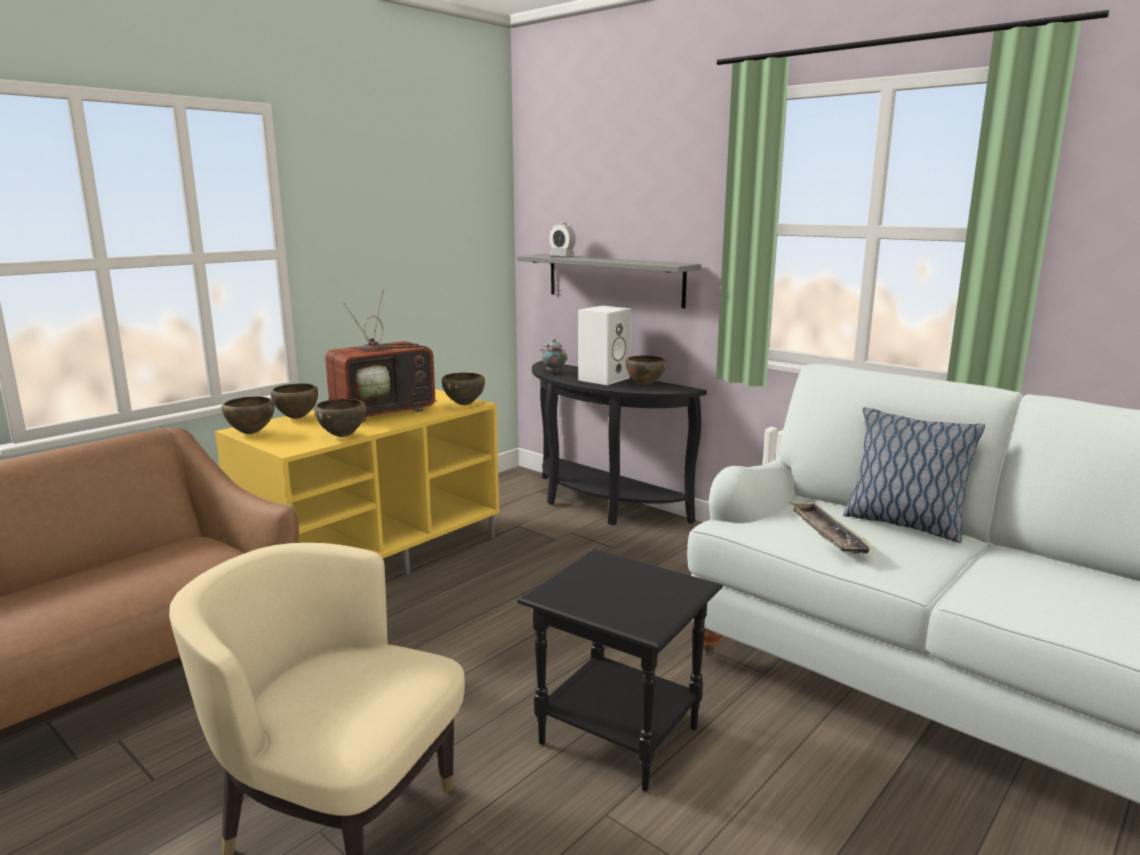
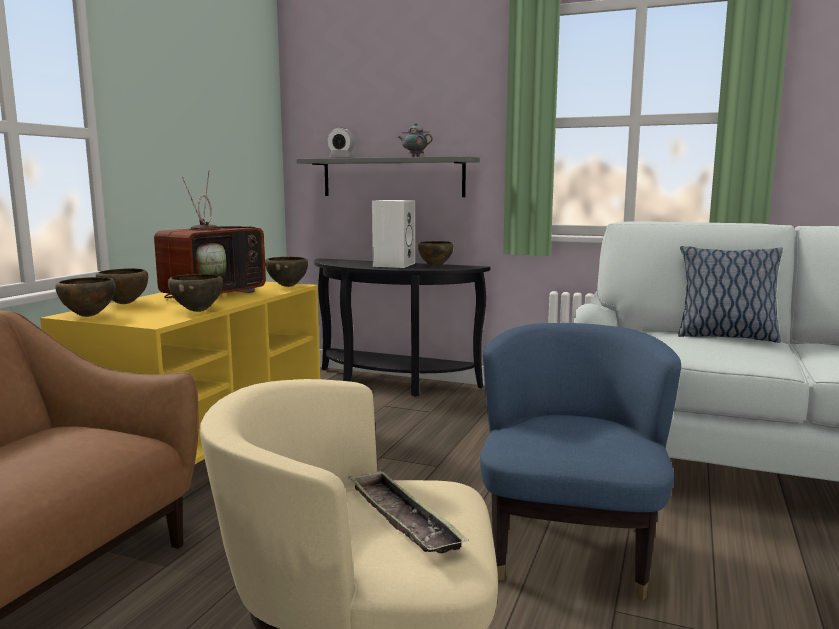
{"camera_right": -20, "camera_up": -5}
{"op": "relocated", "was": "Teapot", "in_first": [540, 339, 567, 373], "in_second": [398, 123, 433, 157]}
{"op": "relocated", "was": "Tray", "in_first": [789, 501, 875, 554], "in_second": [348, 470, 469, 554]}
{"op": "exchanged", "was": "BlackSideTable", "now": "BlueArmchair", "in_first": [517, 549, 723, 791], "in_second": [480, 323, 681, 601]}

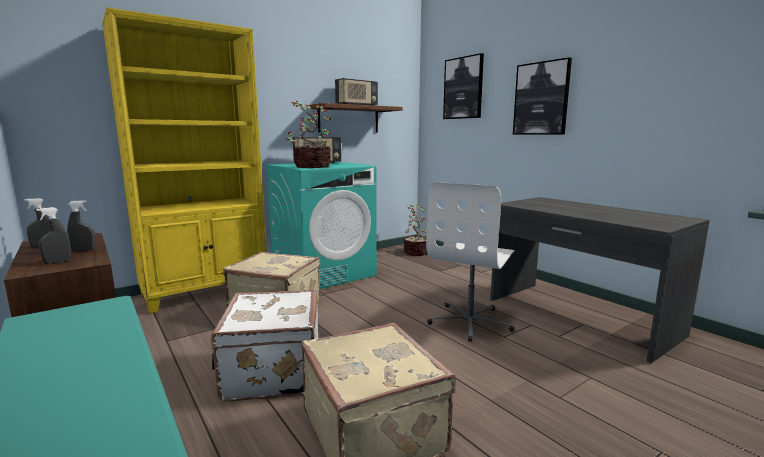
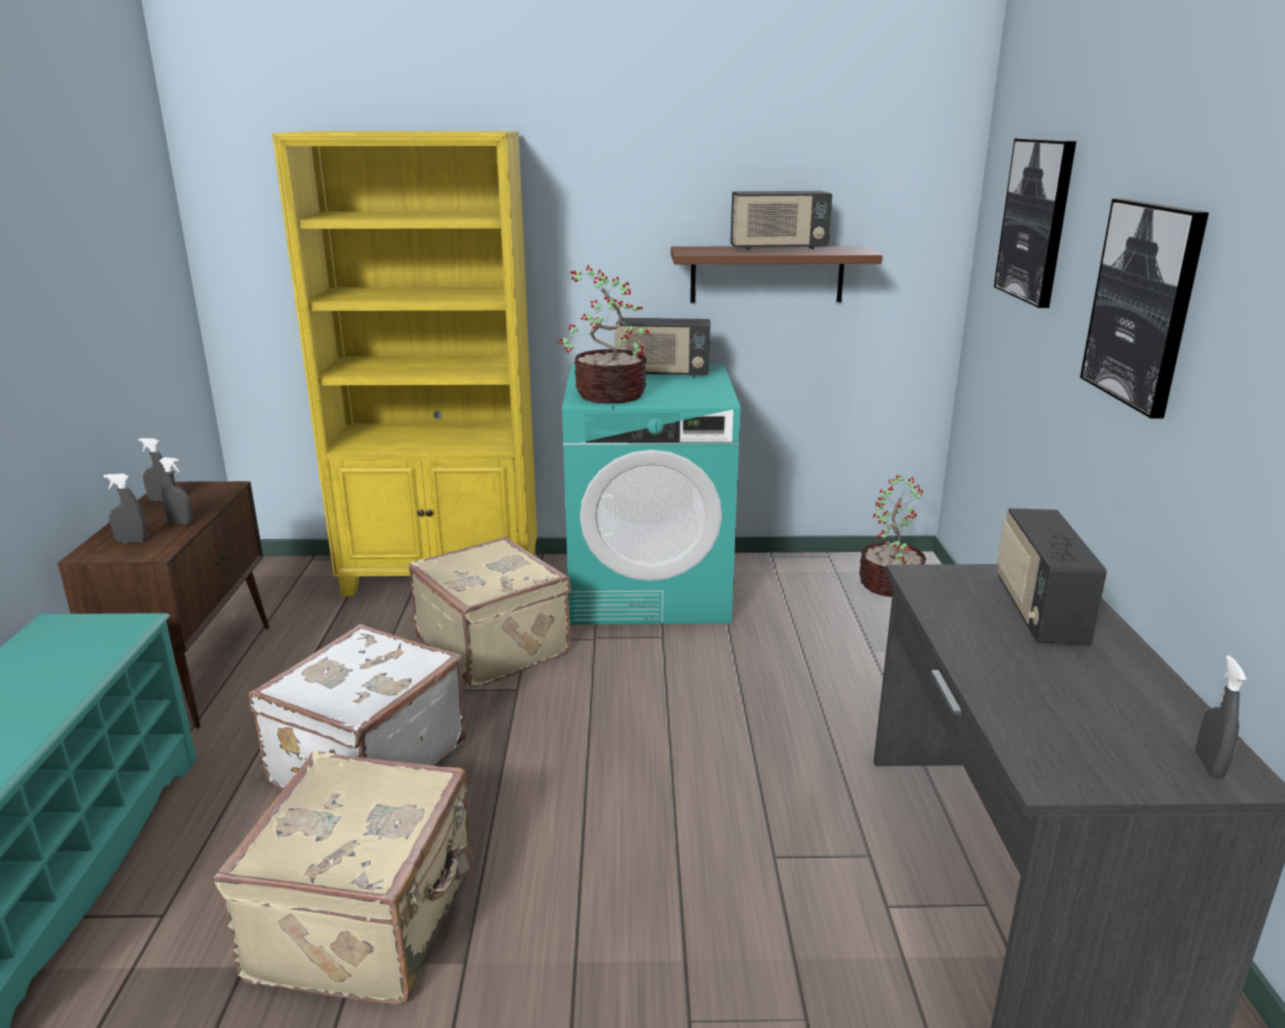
{"camera_right": 35, "camera_up": 10}
{"op": "missing", "was": "WhiteOfficeChair", "in_first": [426, 182, 515, 342]}
{"op": "appeared", "now": "Radio", "in_second": [997, 508, 1107, 645]}
{"op": "appeared", "now": "GreySprayBottle", "in_second": [1196, 655, 1247, 778]}

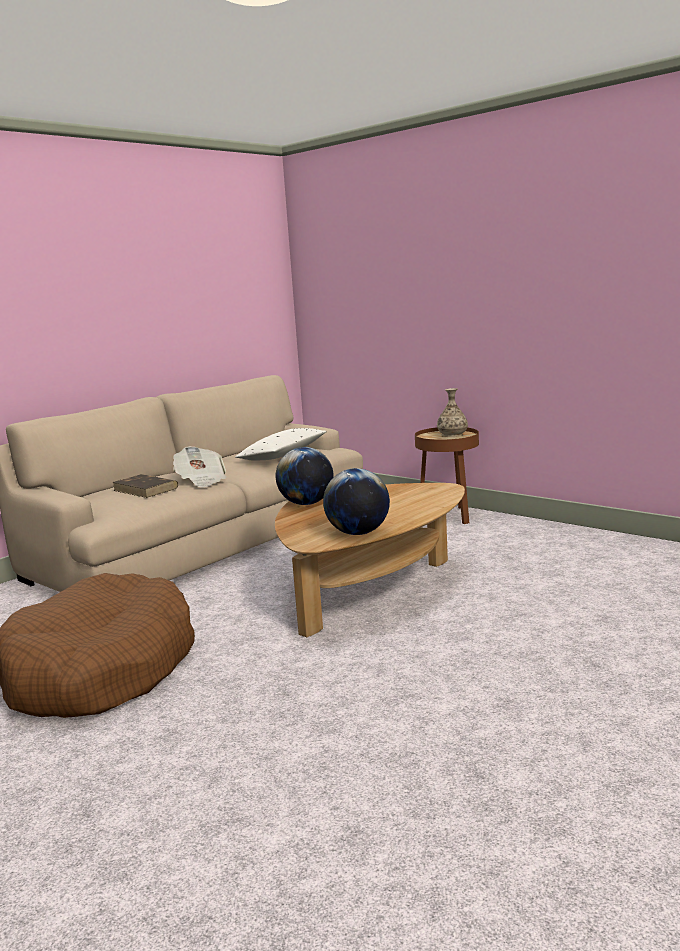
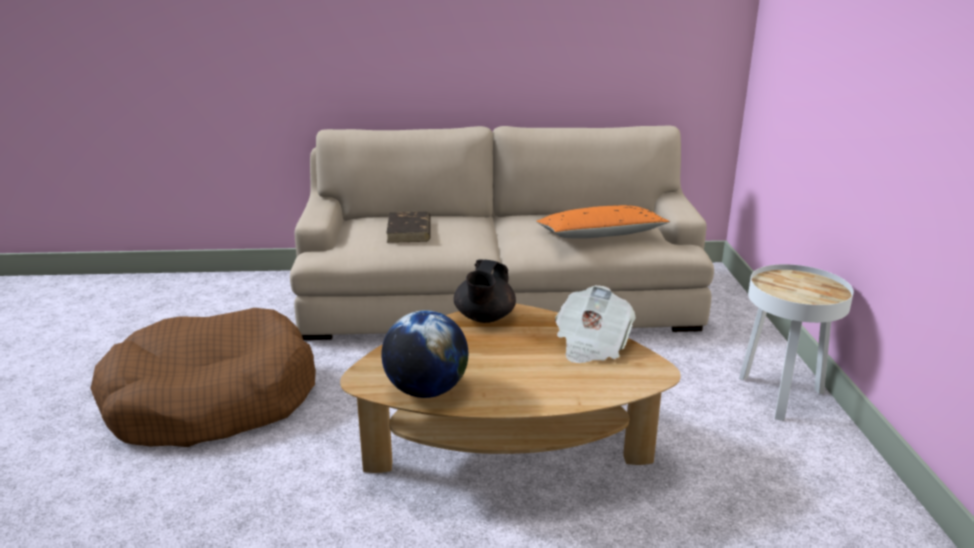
{"camera_right": 45, "camera_up": 10}
{"op": "missing", "was": "Vase", "in_first": [437, 388, 468, 437]}
{"op": "colour", "was": "BrownSideTable", "now": "WhiteSideTable", "in_first": [415, 427, 479, 524], "in_second": [739, 264, 854, 421]}
{"op": "colour", "was": "WhitePillow", "now": "OrangePillow", "in_first": [235, 428, 327, 461], "in_second": [536, 205, 670, 239]}
{"op": "relocated", "was": "Newspaper", "in_first": [173, 446, 227, 488], "in_second": [555, 285, 636, 363]}
{"op": "exchanged", "was": "Globe", "now": "BlackTeapot", "in_first": [276, 447, 334, 505], "in_second": [454, 259, 516, 323]}

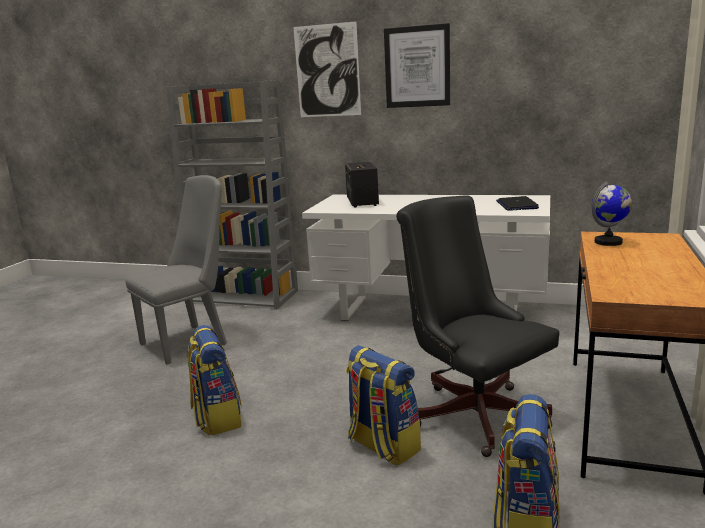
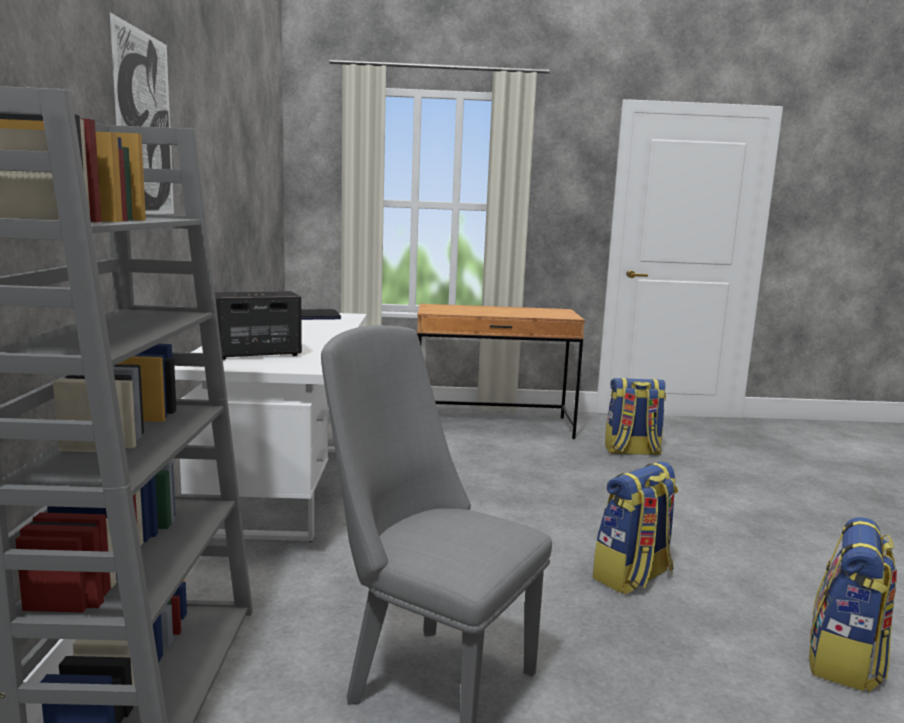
{"camera_right": -110, "camera_up": -5}
{"op": "missing", "was": "Picture", "in_first": [384, 23, 450, 108]}
{"op": "missing", "was": "Globe", "in_first": [592, 182, 632, 246]}
{"op": "missing", "was": "BlackOfficeChair", "in_first": [396, 195, 559, 457]}
{"op": "relocated", "was": "Backpack", "in_first": [346, 345, 421, 466], "in_second": [809, 517, 897, 692]}

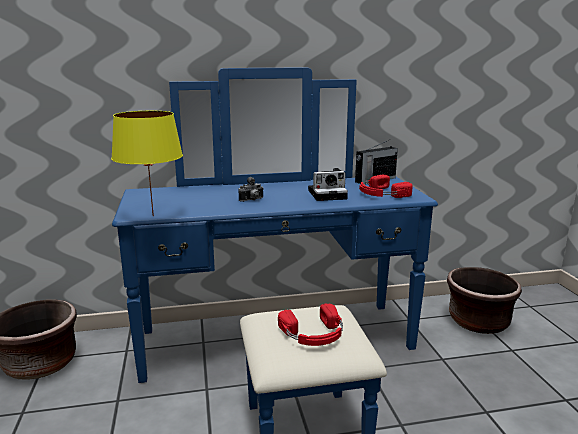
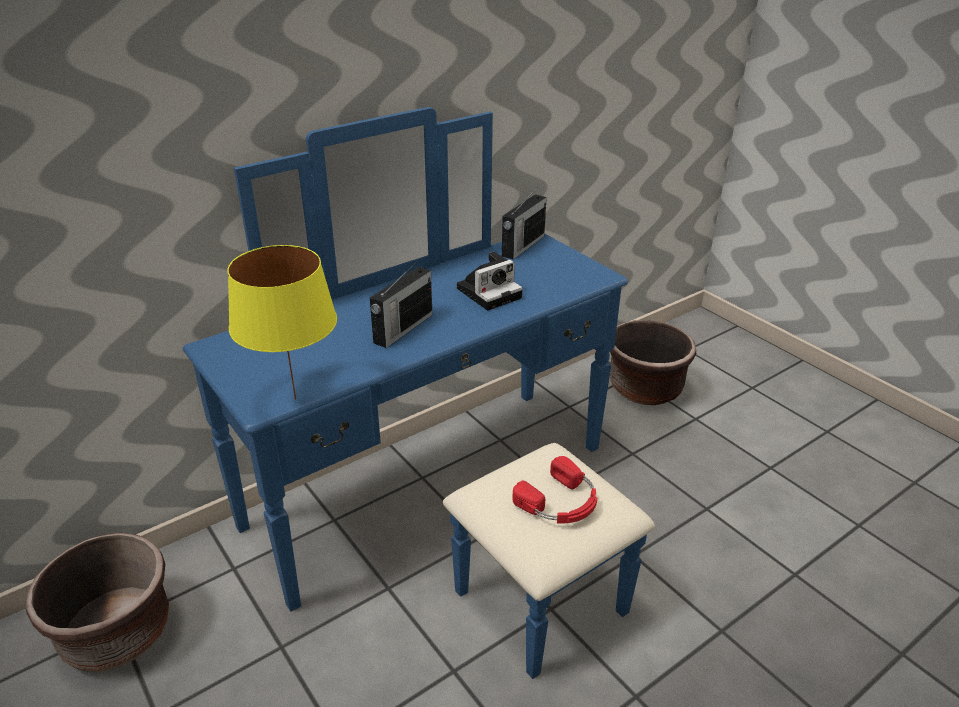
{"camera_right": -25, "camera_up": 15}
{"op": "missing", "was": "RedHeadphones", "in_first": [359, 175, 413, 198]}
{"op": "exchanged", "was": "PhotoCamera", "now": "Radio", "in_first": [239, 177, 264, 202], "in_second": [370, 260, 432, 348]}

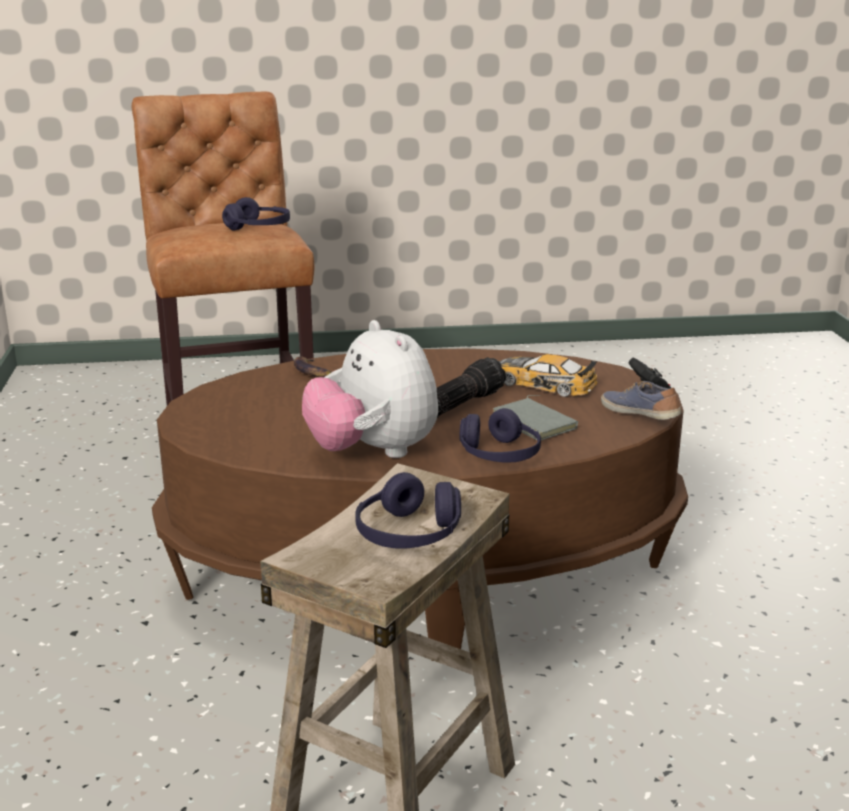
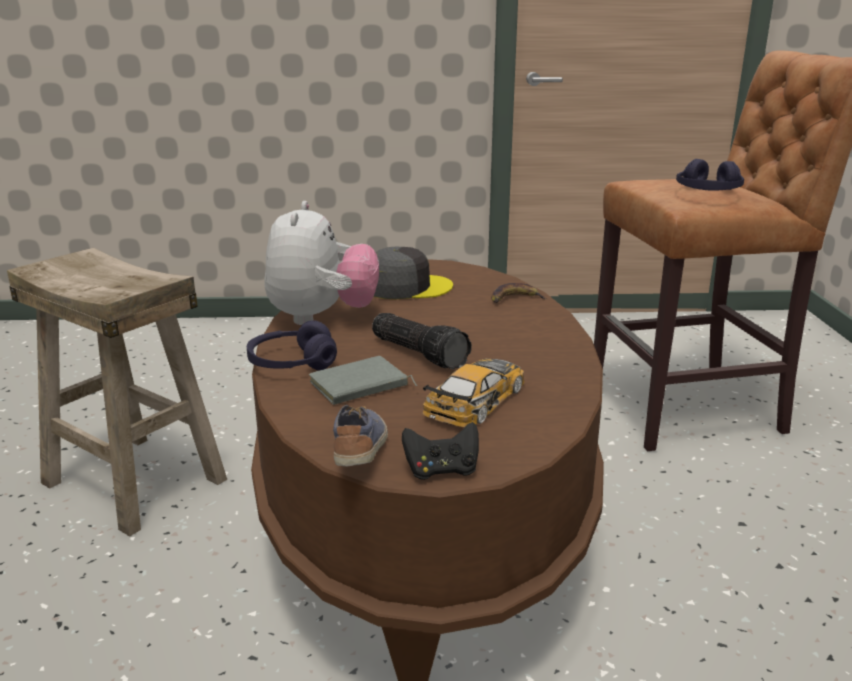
{"camera_right": 95, "camera_up": 0}
{"op": "spun", "was": "PlushToy", "in_first": [302, 320, 438, 458], "in_second": [265, 201, 379, 325], "clockwise": 120}
{"op": "spun", "was": "Shoe", "in_first": [601, 381, 681, 420], "in_second": [333, 405, 388, 467], "clockwise": -60}
{"op": "missing", "was": "PurpleHeadphones", "in_first": [355, 472, 461, 549]}
{"op": "appeared", "now": "GreyCap", "in_second": [374, 247, 453, 299]}

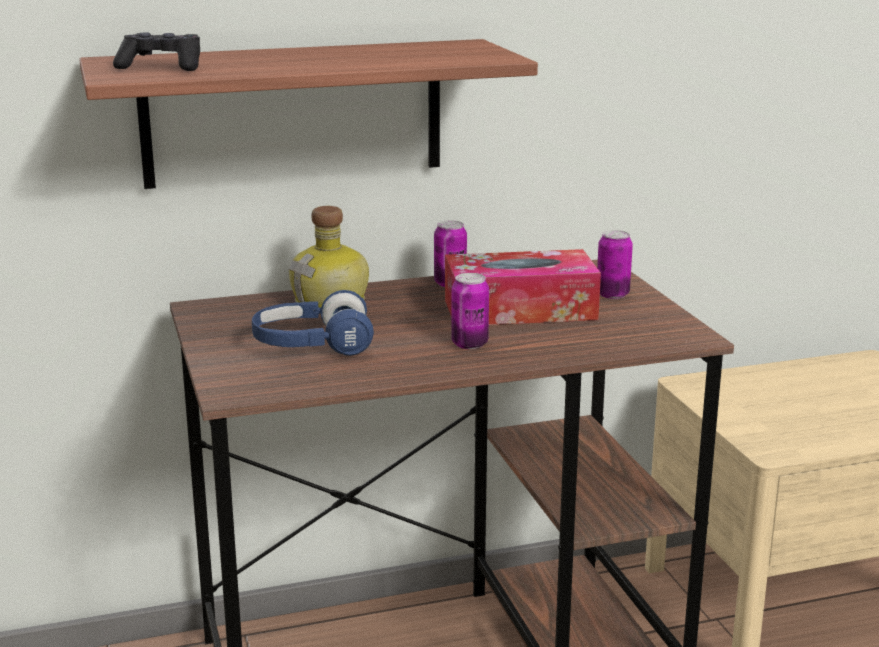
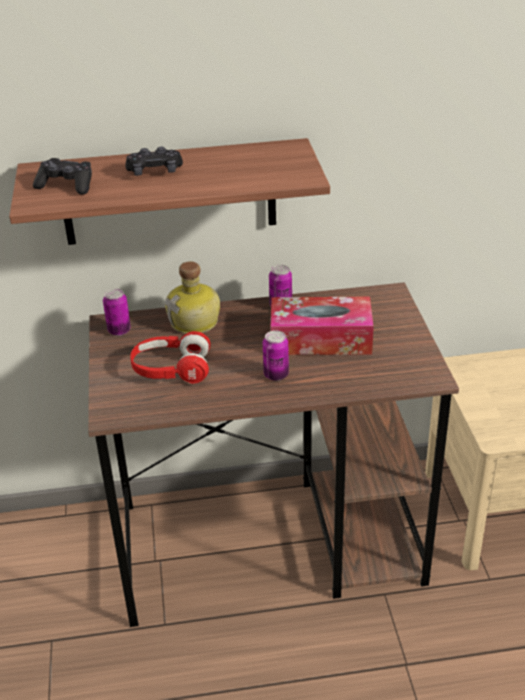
{"camera_right": 10, "camera_up": 15}
{"op": "relocated", "was": "Can", "in_first": [597, 230, 633, 299], "in_second": [103, 289, 131, 336]}
{"op": "colour", "was": "BlueHeadphones", "now": "RedHeadphones", "in_first": [252, 290, 374, 356], "in_second": [130, 331, 211, 384]}
{"op": "appeared", "now": "BlackGameController", "in_second": [125, 147, 183, 176]}

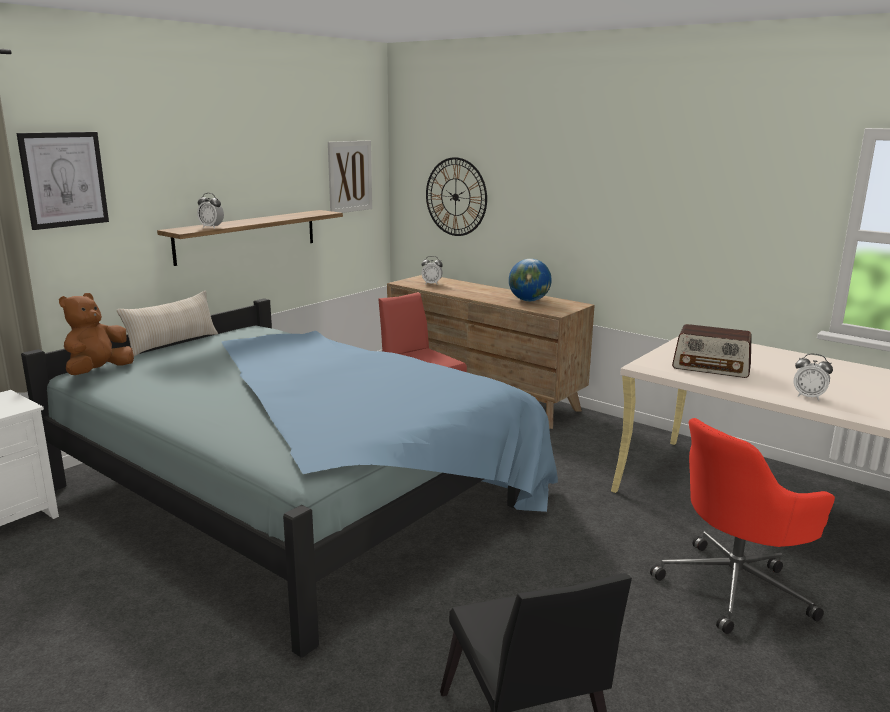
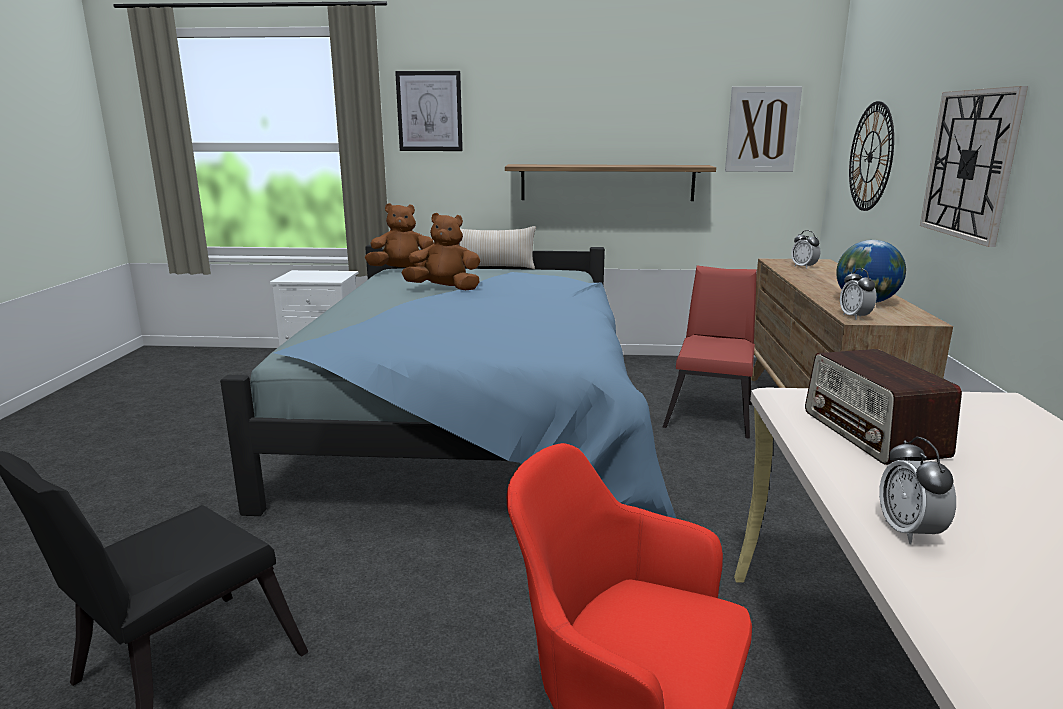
{"camera_right": 55, "camera_up": 0}
{"op": "relocated", "was": "AlarmClock", "in_first": [197, 193, 224, 229], "in_second": [840, 268, 877, 320]}
{"op": "appeared", "now": "WallClock", "in_second": [920, 86, 1028, 247]}
{"op": "appeared", "now": "BrownPlushToy", "in_second": [402, 213, 481, 290]}

